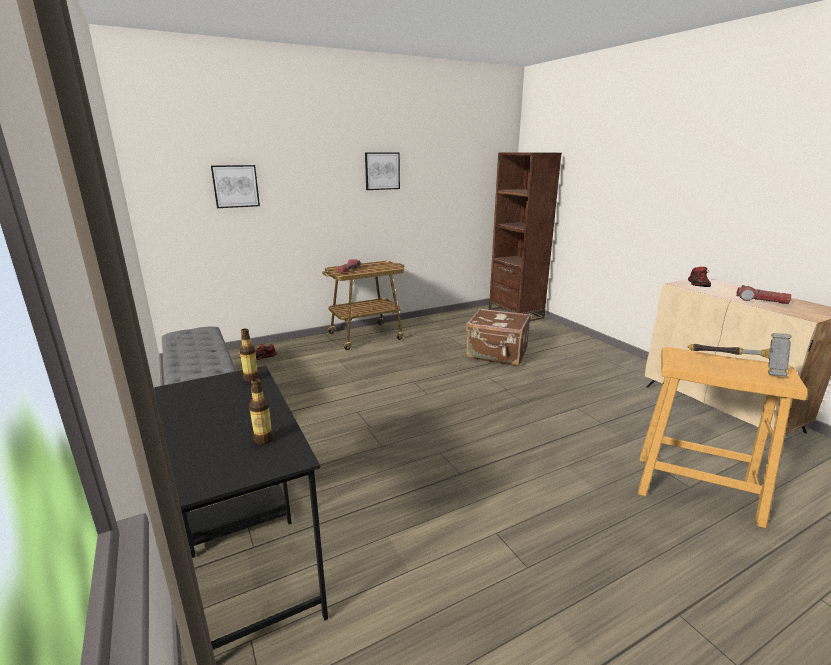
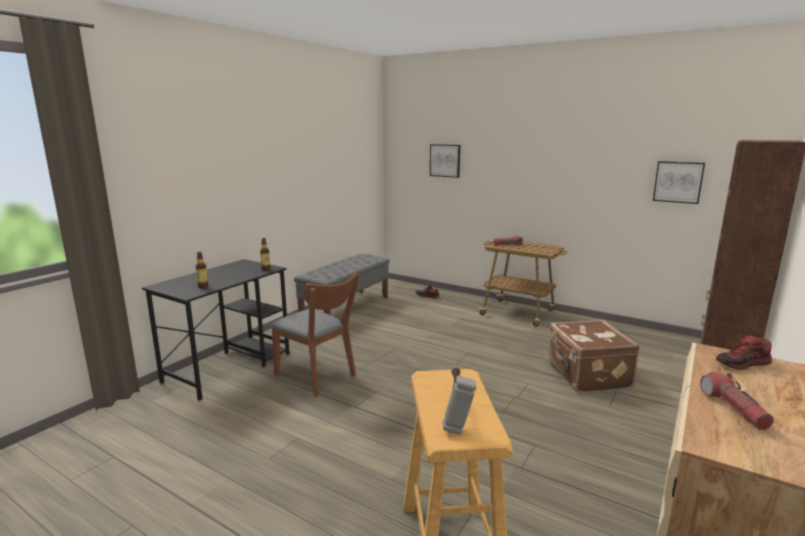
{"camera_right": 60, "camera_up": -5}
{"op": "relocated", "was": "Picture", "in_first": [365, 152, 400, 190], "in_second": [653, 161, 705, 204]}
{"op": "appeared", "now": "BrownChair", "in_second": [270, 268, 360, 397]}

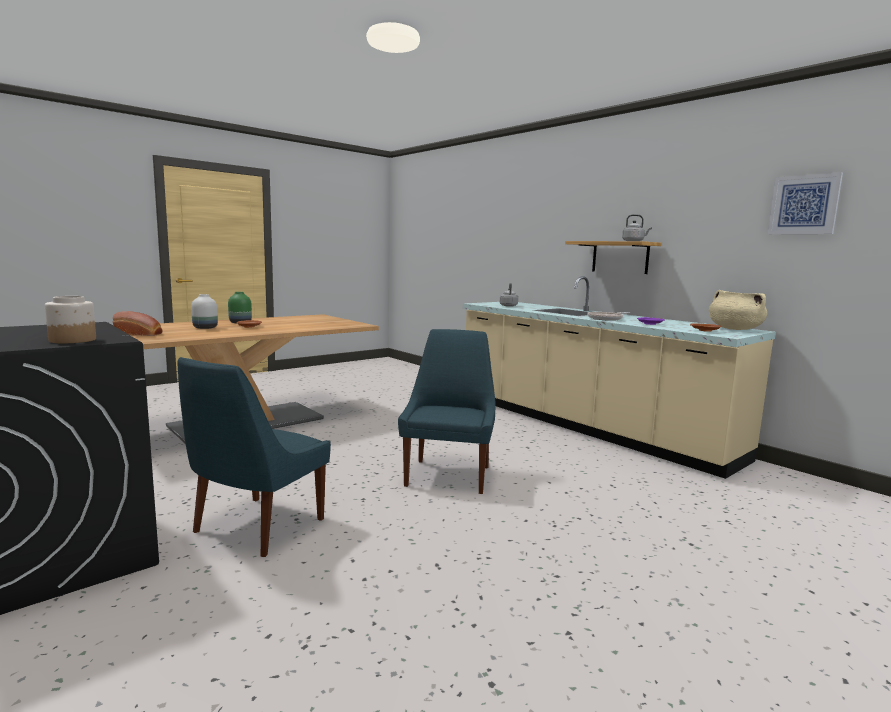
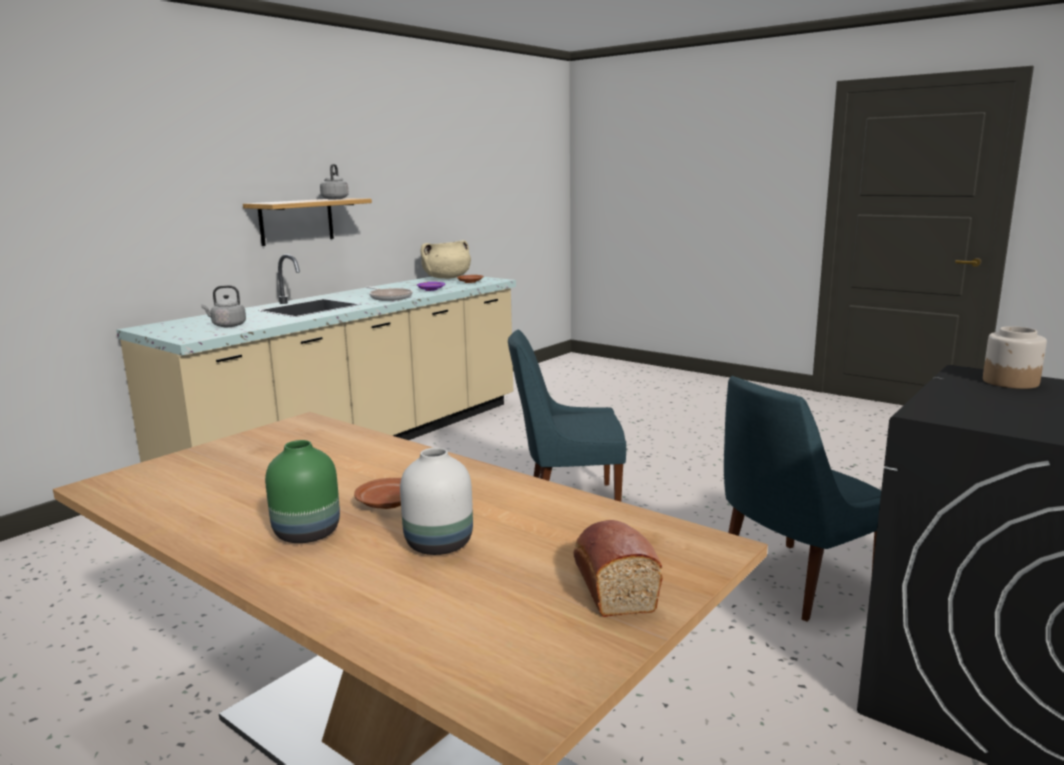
{"camera_right": -100, "camera_up": 5}
{"op": "missing", "was": "Picture", "in_first": [768, 172, 843, 234]}
{"op": "spun", "was": "BlueChair", "in_first": [177, 357, 331, 557], "in_second": [724, 376, 881, 622], "clockwise": 135}

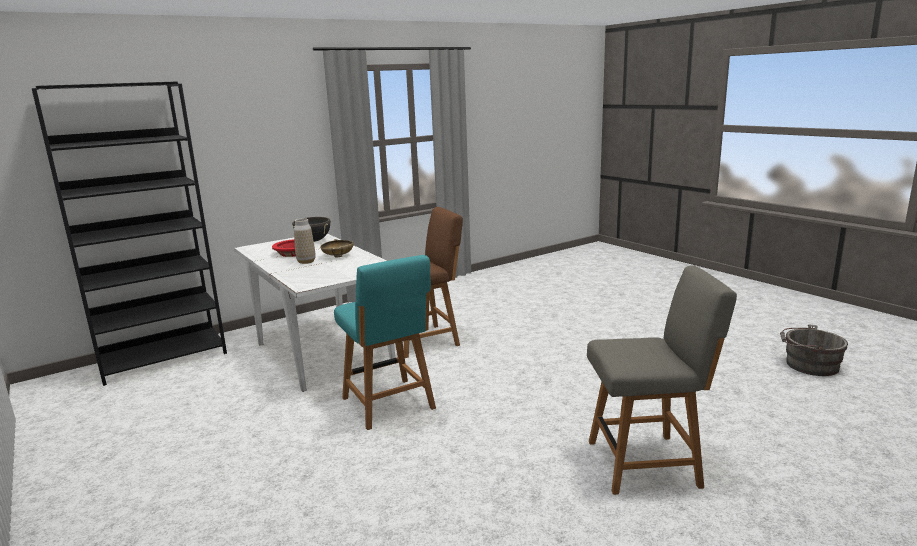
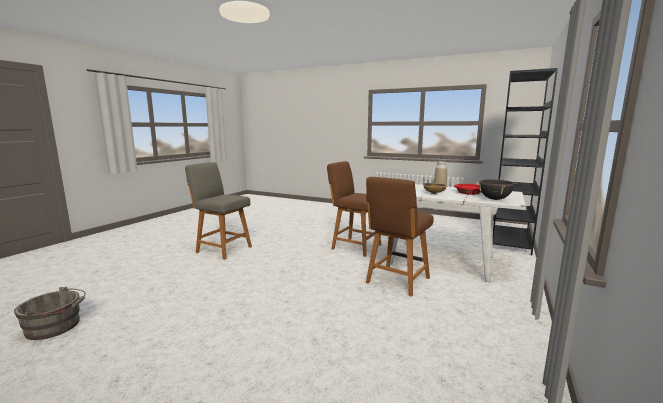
{"camera_right": 150, "camera_up": -5}
{"op": "colour", "was": "TurquoiseChair", "now": "BrownChair", "in_first": [334, 255, 436, 430], "in_second": [327, 161, 382, 257]}
{"op": "spun", "was": "GreyChair", "in_first": [587, 265, 737, 495], "in_second": [185, 162, 252, 260], "clockwise": 60}

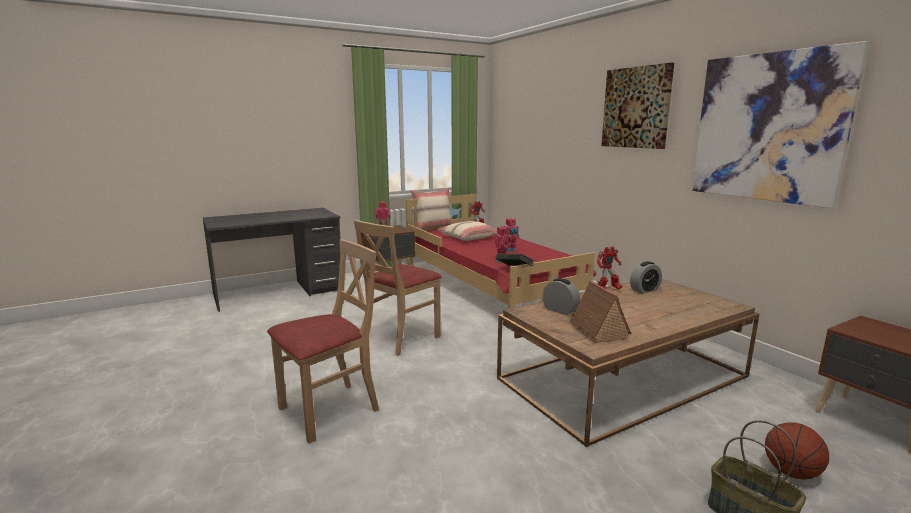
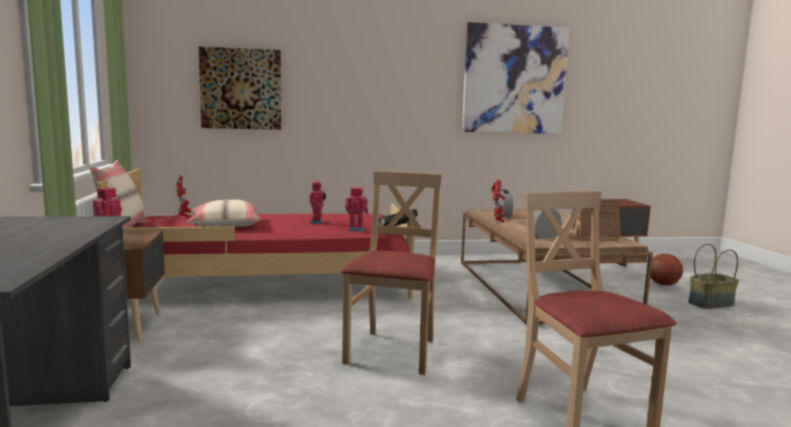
{"camera_right": -70, "camera_up": -5}
{"op": "relocated", "was": "Picture", "in_first": [601, 63, 674, 149], "in_second": [199, 47, 281, 130]}
{"op": "spun", "was": "BeigeChair", "in_first": [354, 220, 442, 356], "in_second": [341, 171, 442, 375], "clockwise": -135}

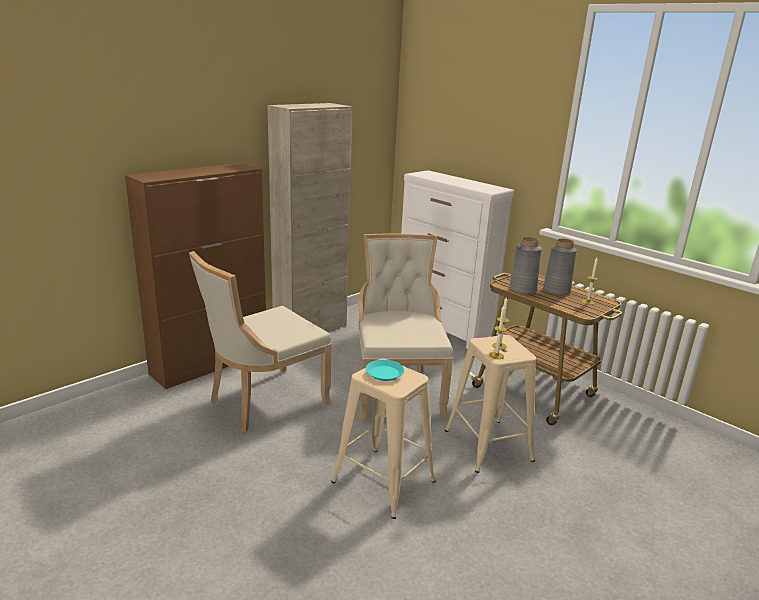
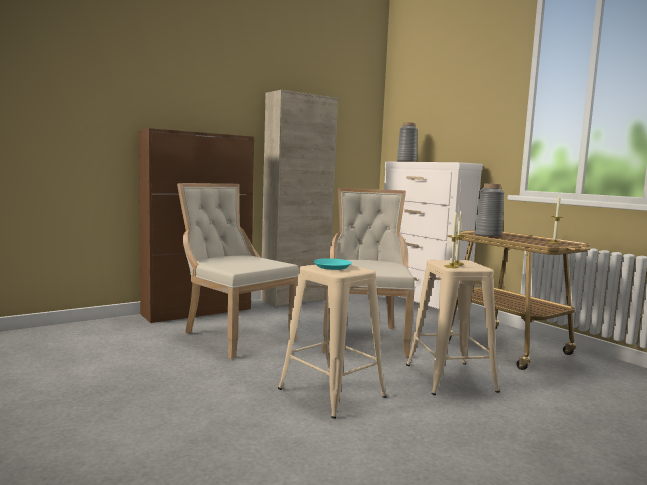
{"camera_right": 10, "camera_up": -15}
{"op": "relocated", "was": "GreyVase", "in_first": [543, 239, 577, 295], "in_second": [397, 122, 418, 162]}
{"op": "spun", "was": "BeigeChair", "in_first": [189, 251, 332, 432], "in_second": [177, 183, 299, 359], "clockwise": 75}

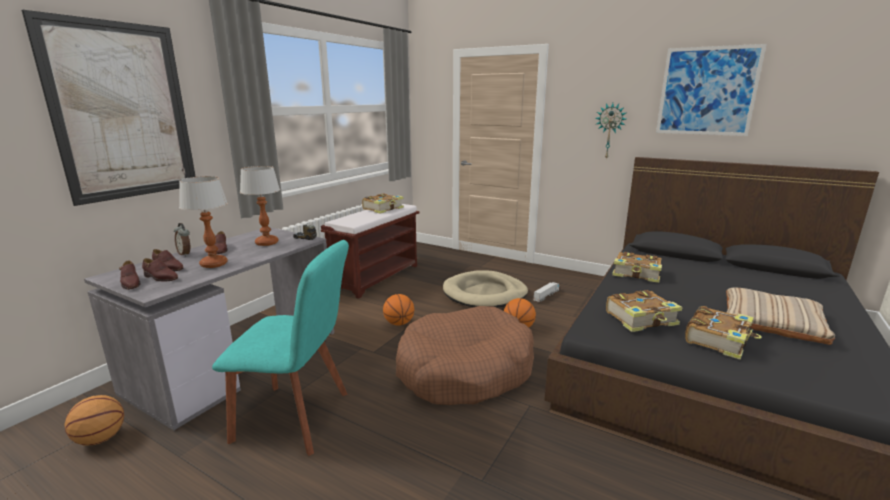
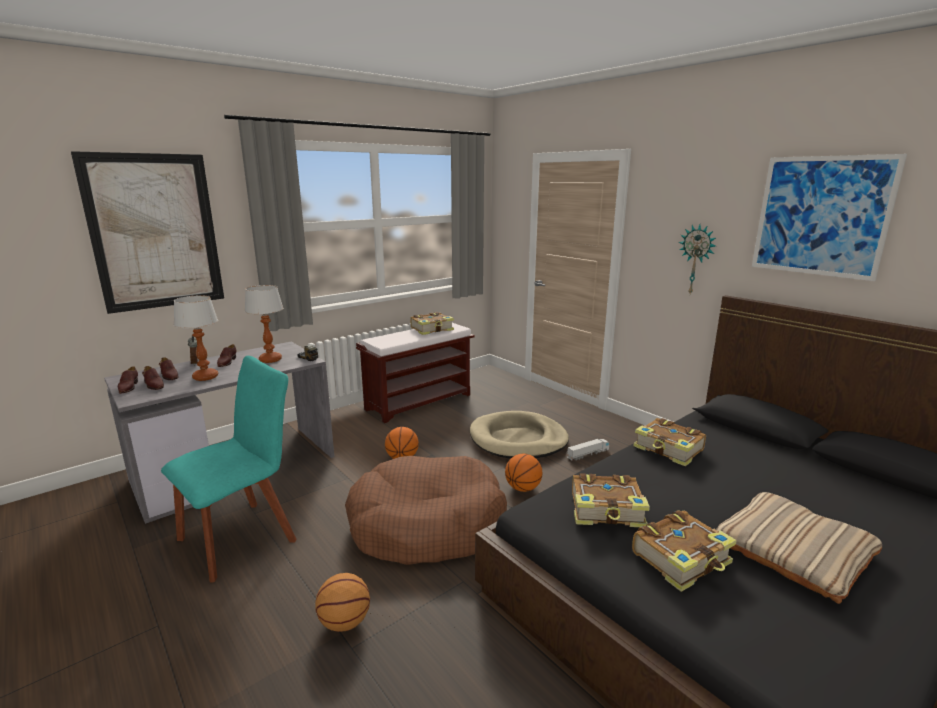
{"camera_right": 20, "camera_up": 0}
{"op": "spun", "was": "TurquoiseChair", "in_first": [212, 240, 349, 456], "in_second": [161, 356, 296, 583], "clockwise": -75}
{"op": "relocated", "was": "Basketball", "in_first": [64, 395, 124, 445], "in_second": [315, 573, 370, 632]}

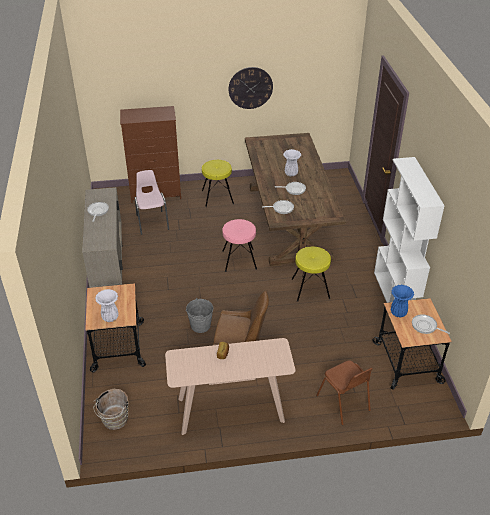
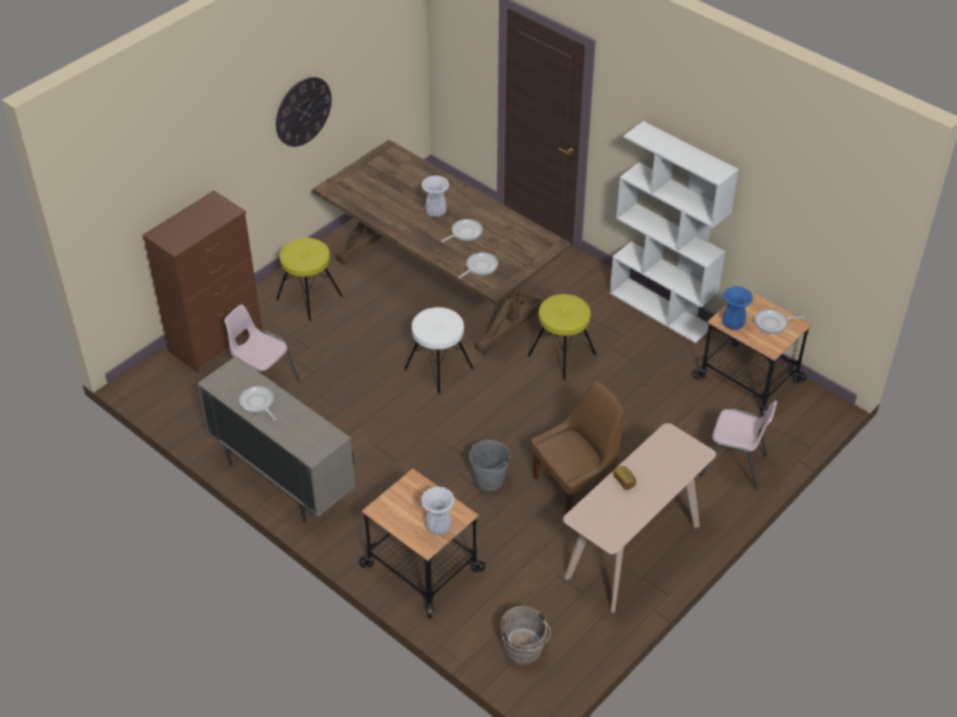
{"camera_right": -40, "camera_up": 5}
{"op": "colour", "was": "PinkStool", "now": "WhiteStool", "in_first": [222, 219, 257, 272], "in_second": [404, 307, 474, 395]}
{"op": "colour", "was": "BrownChair", "now": "PinkChair", "in_first": [316, 360, 373, 425], "in_second": [700, 400, 777, 489]}

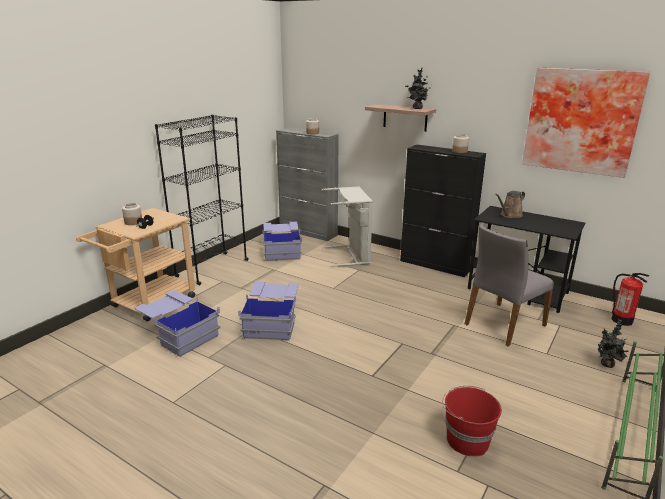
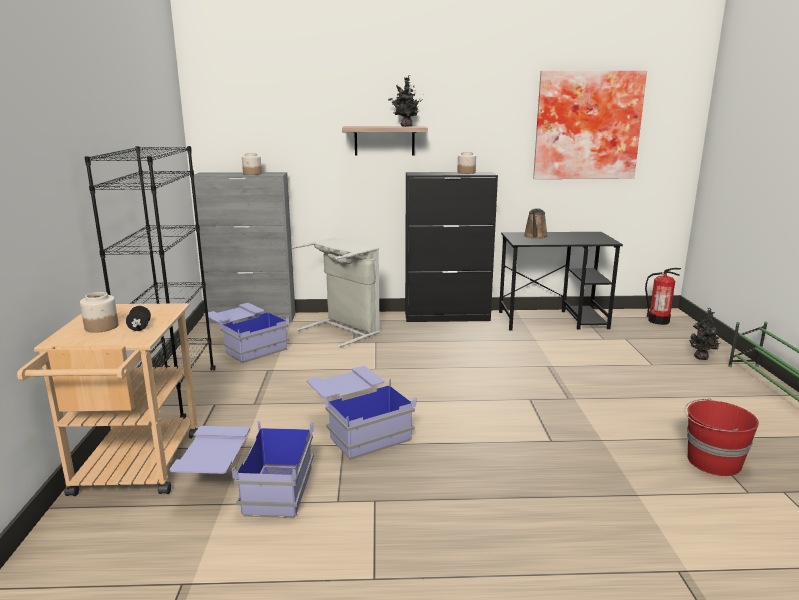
{"camera_right": -35, "camera_up": -5}
{"op": "missing", "was": "GreyChair", "in_first": [465, 225, 554, 347]}

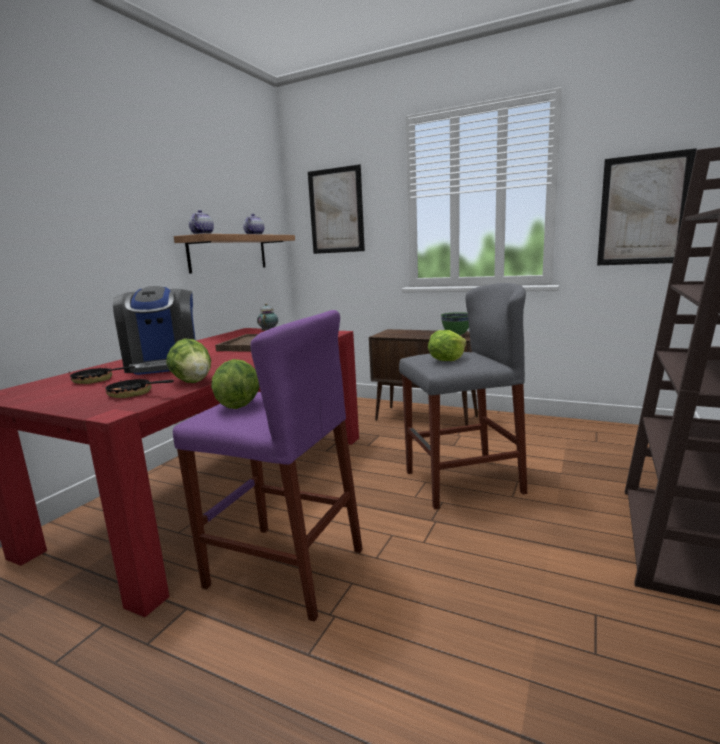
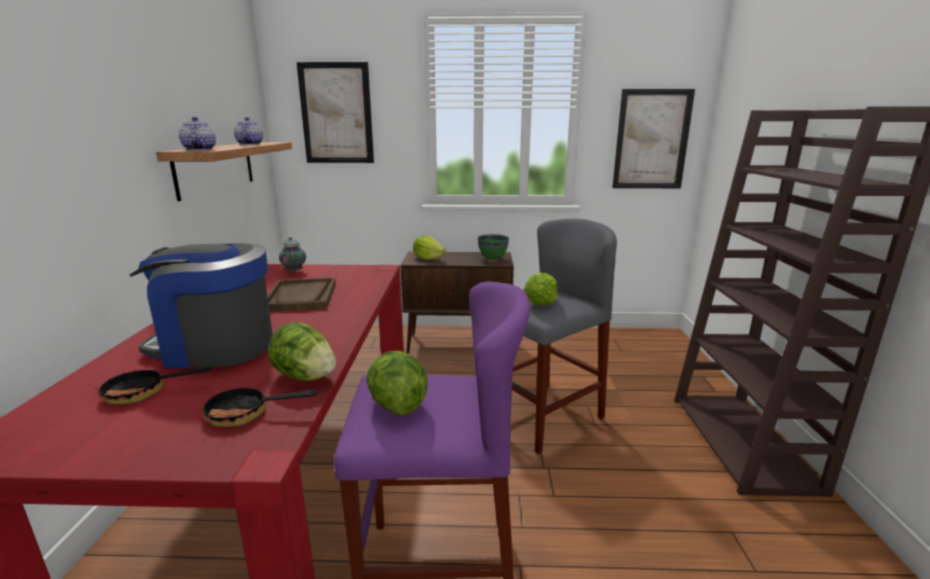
{"camera_right": -25, "camera_up": 5}
{"op": "spun", "was": "CoffeeMachine", "in_first": [113, 286, 195, 375], "in_second": [129, 243, 273, 368], "clockwise": 135}
{"op": "appeared", "now": "Lettuce", "in_second": [413, 235, 446, 260]}

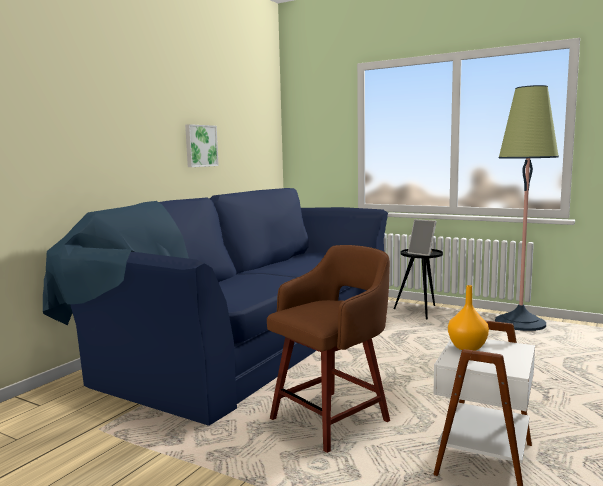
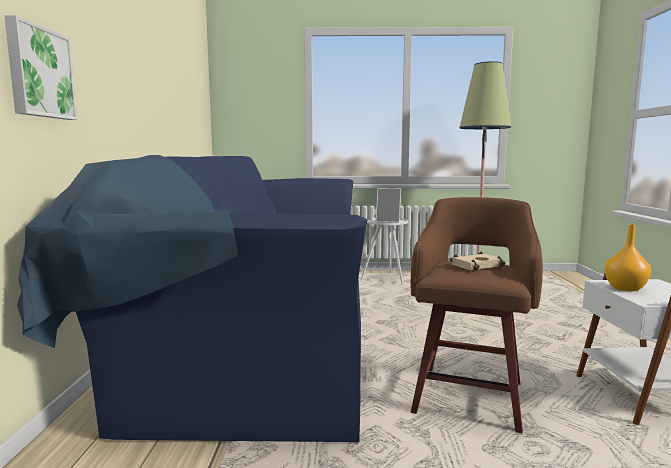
{"camera_right": -30, "camera_up": 0}
{"op": "relocated", "was": "Picture", "in_first": [185, 124, 219, 167], "in_second": [4, 15, 78, 120]}
{"op": "colour", "was": "BlackSideTable", "now": "WhiteSideTable", "in_first": [394, 249, 443, 319], "in_second": [361, 218, 408, 285]}
{"op": "appeared", "now": "BeigeBook", "in_second": [450, 252, 506, 271]}

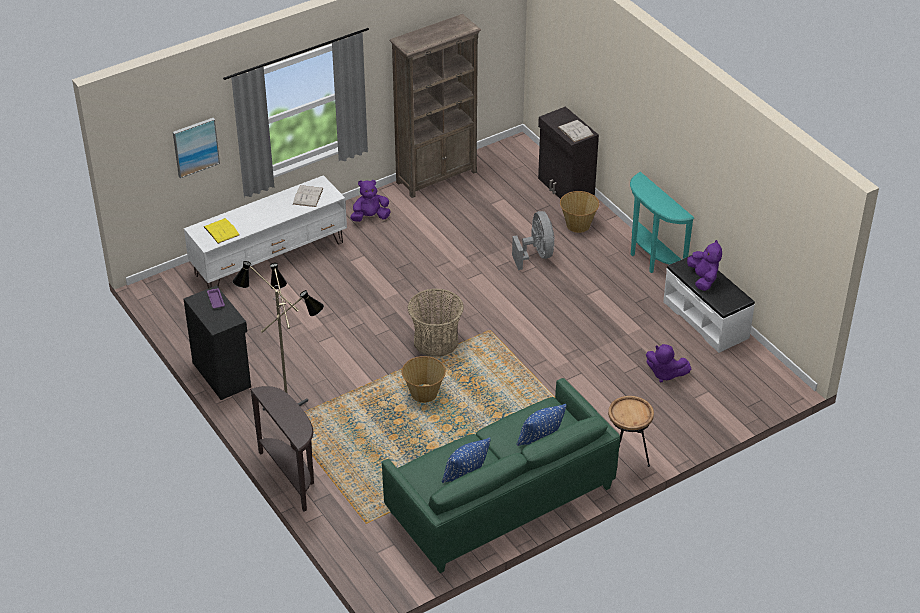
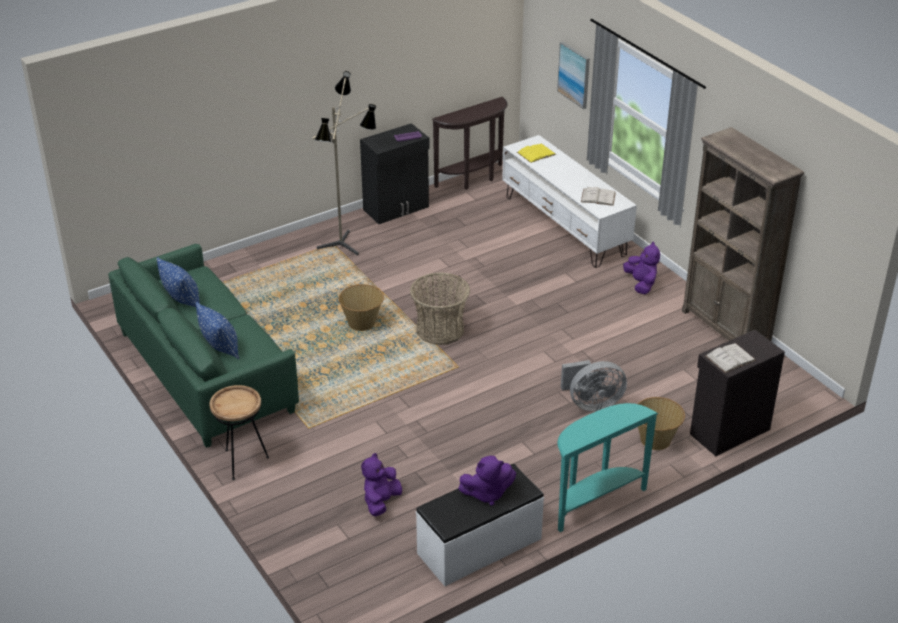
{"camera_right": 90, "camera_up": -5}
{"op": "relocated", "was": "BrownConsoleTable", "in_first": [250, 386, 314, 511], "in_second": [432, 97, 507, 190]}

